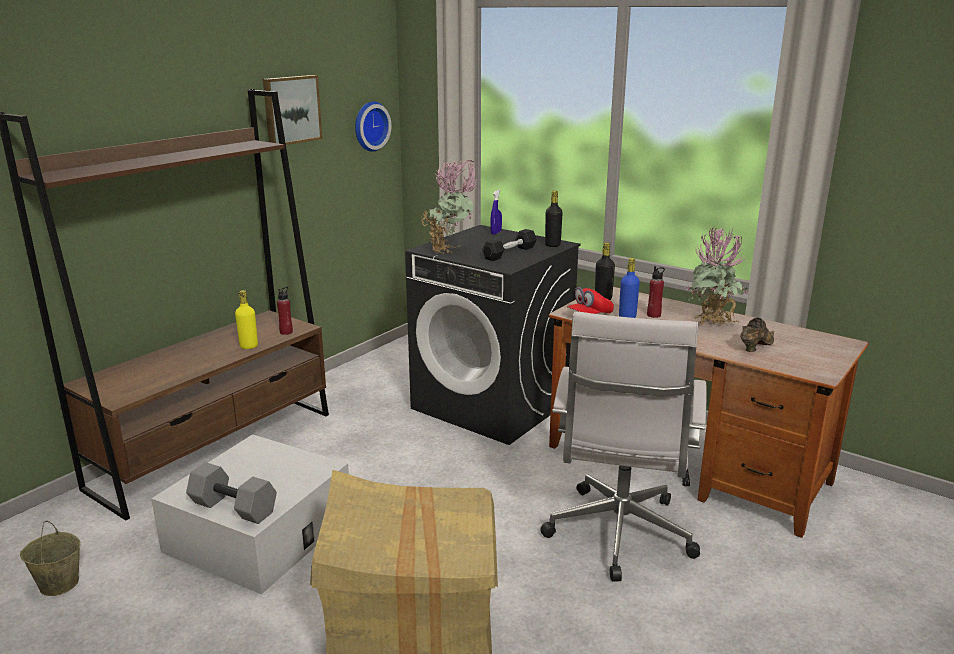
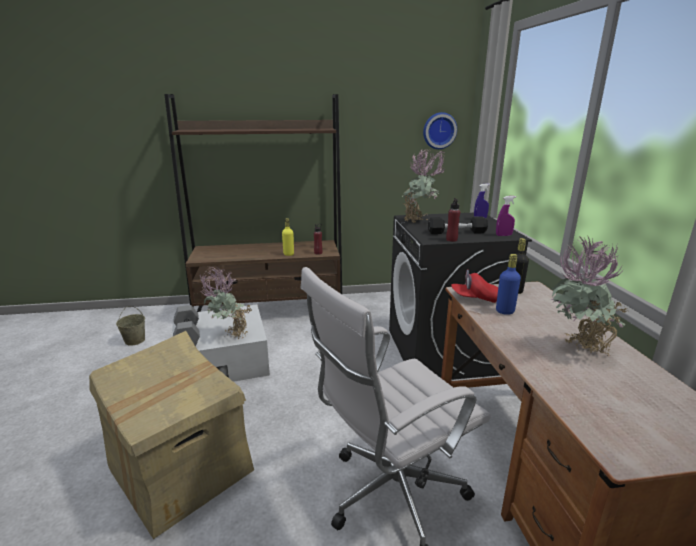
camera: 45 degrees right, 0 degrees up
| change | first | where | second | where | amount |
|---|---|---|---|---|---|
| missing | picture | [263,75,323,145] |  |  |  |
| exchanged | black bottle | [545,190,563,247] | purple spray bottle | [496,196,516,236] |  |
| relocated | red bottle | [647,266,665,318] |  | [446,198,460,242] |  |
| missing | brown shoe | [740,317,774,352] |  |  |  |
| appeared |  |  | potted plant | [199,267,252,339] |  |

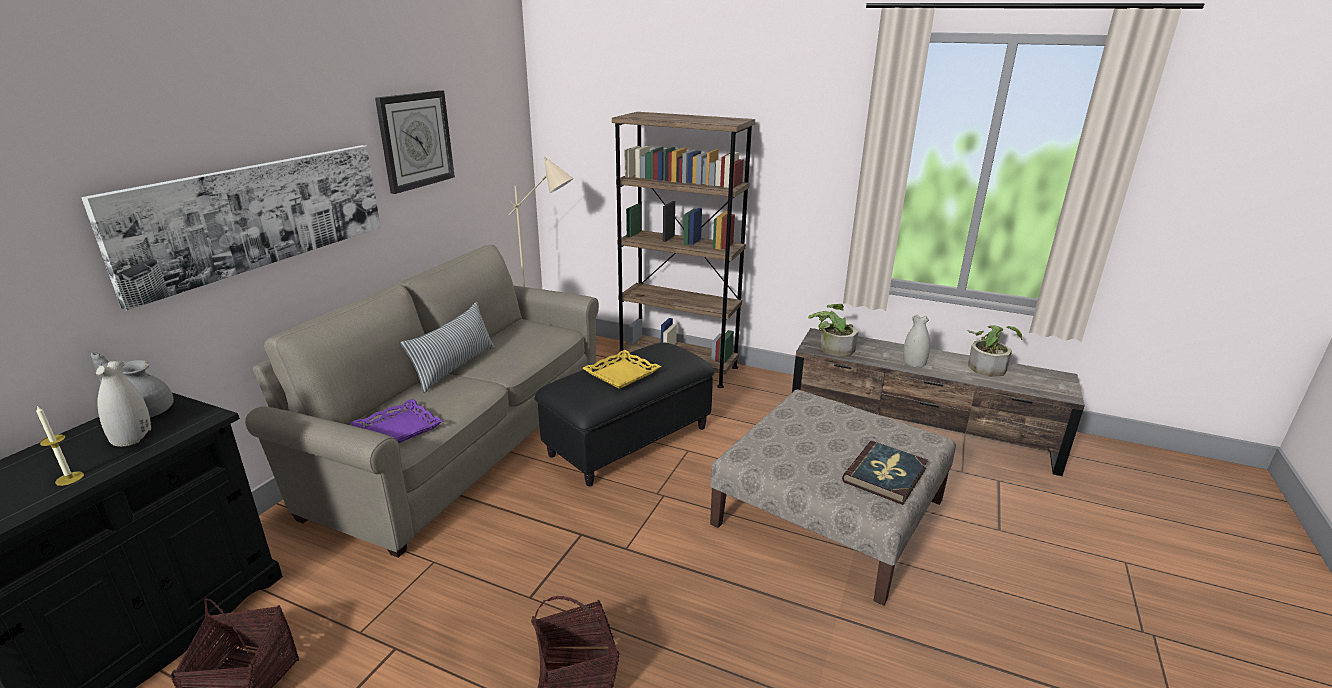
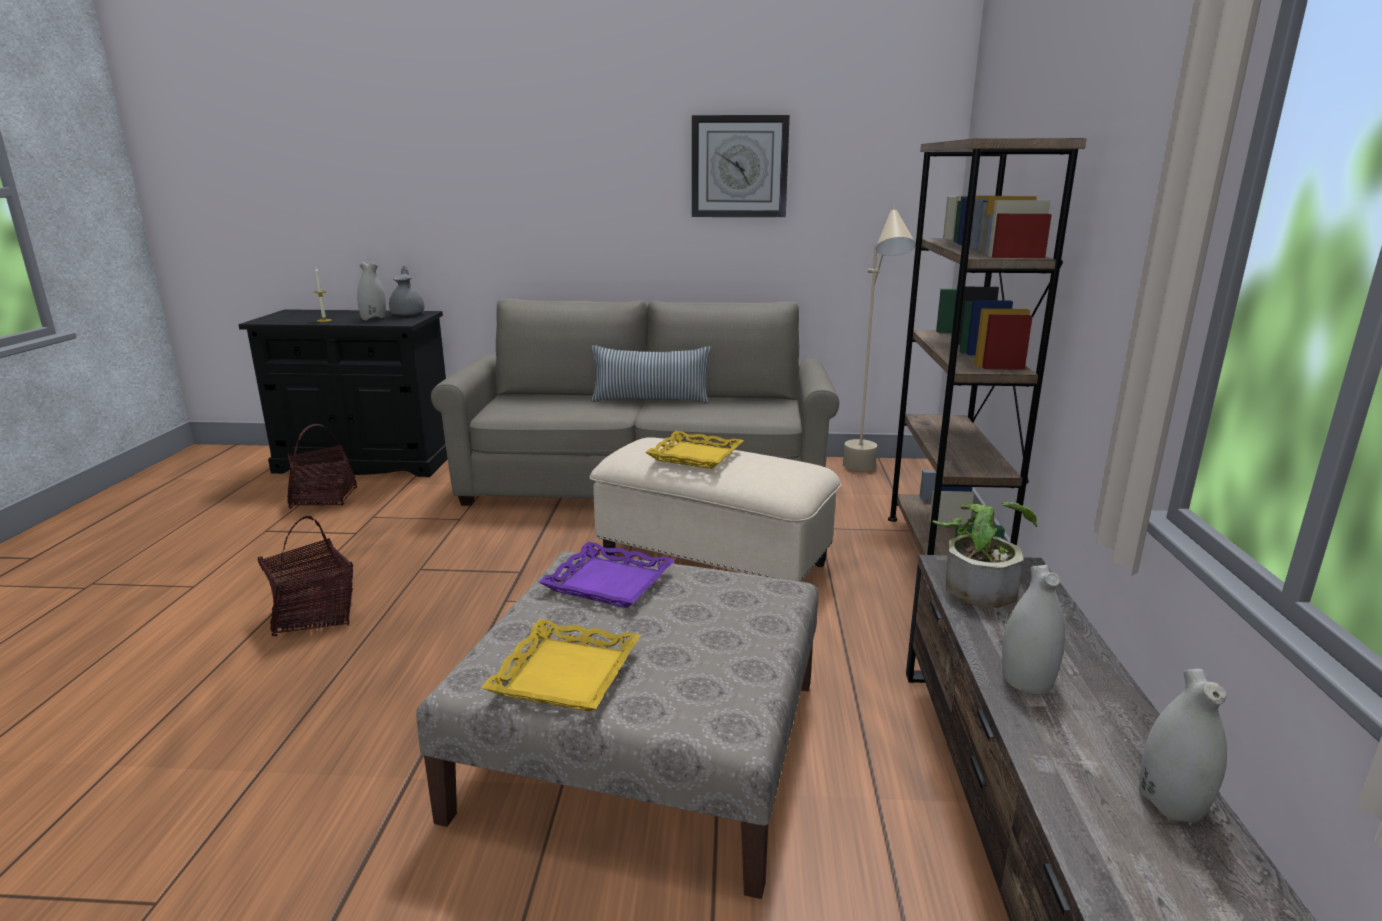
camera: 70 degrees right, 5 degrees down
| change | first | where | second | where | amount |
|---|---|---|---|---|---|
| missing | picture | [81,145,381,311] |  |  |  |
| relocated | purple tray | [350,399,443,443] |  | [538,542,675,608] |  |
| colour | black ottoman | [534,342,715,487] | beige ottoman | [589,437,841,582] |  |
| exchanged | book | [842,441,928,505] | yellow tray | [481,619,641,711] |  |
| exchanged | potted plant | [967,325,1022,377] | white vase | [1139,669,1227,822] |  |

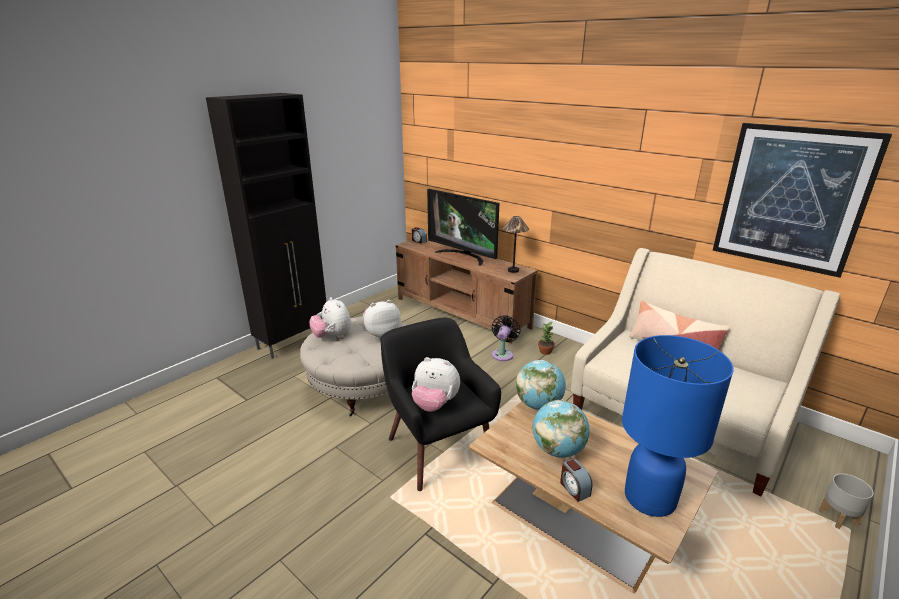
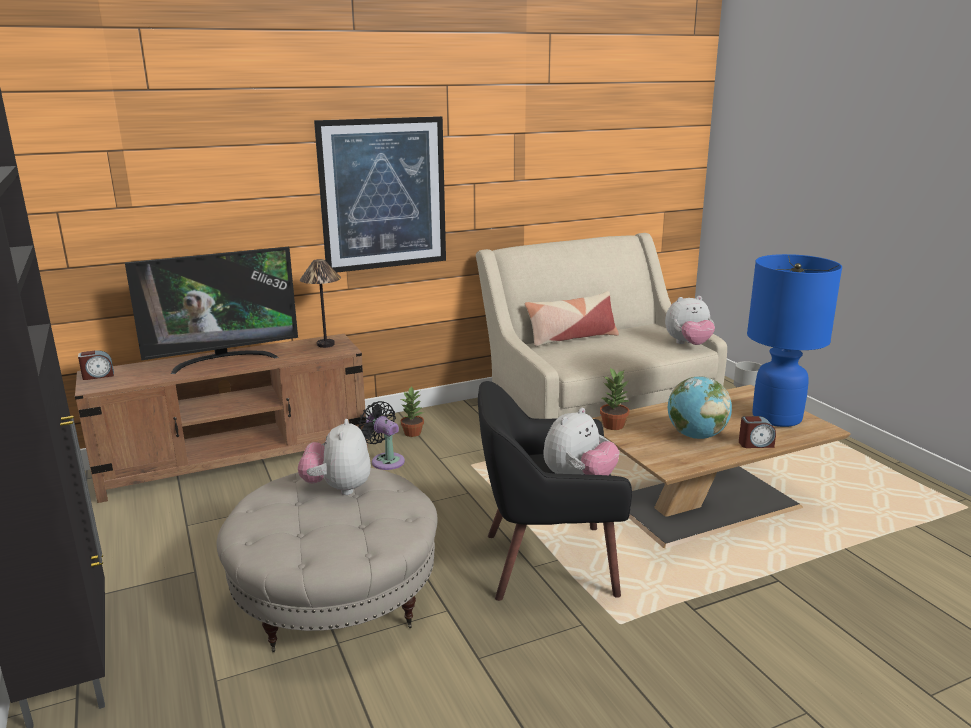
camera: 65 degrees left, 5 degrees down
| change | first | where | second | where | amount |
|---|---|---|---|---|---|
| relocated | plush toy | [310,297,351,338] |  | [665,296,715,345] |  |
| exchanged | globe | [516,360,566,410] | potted plant | [600,368,629,430] |  |
| relocated | picture | [713,123,892,278] |  | [314,116,446,272] |  |

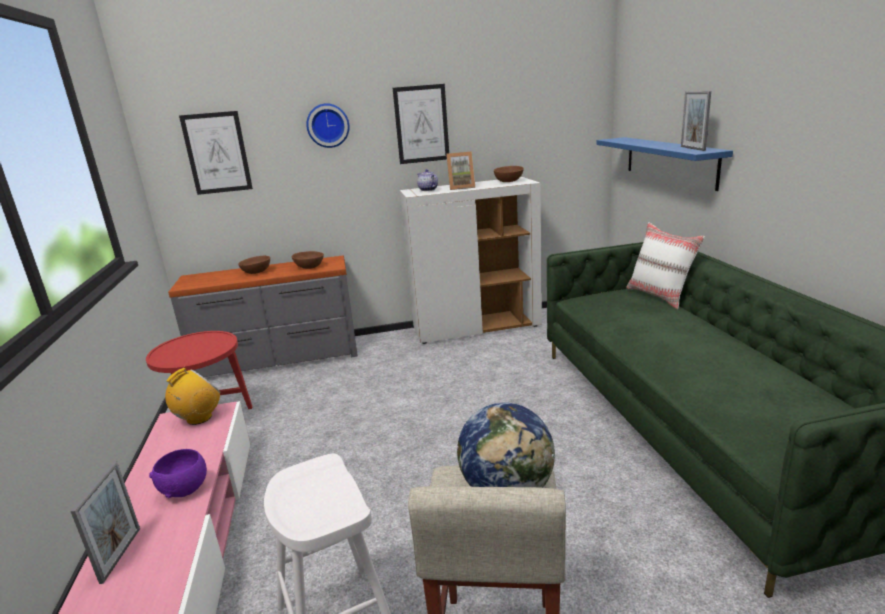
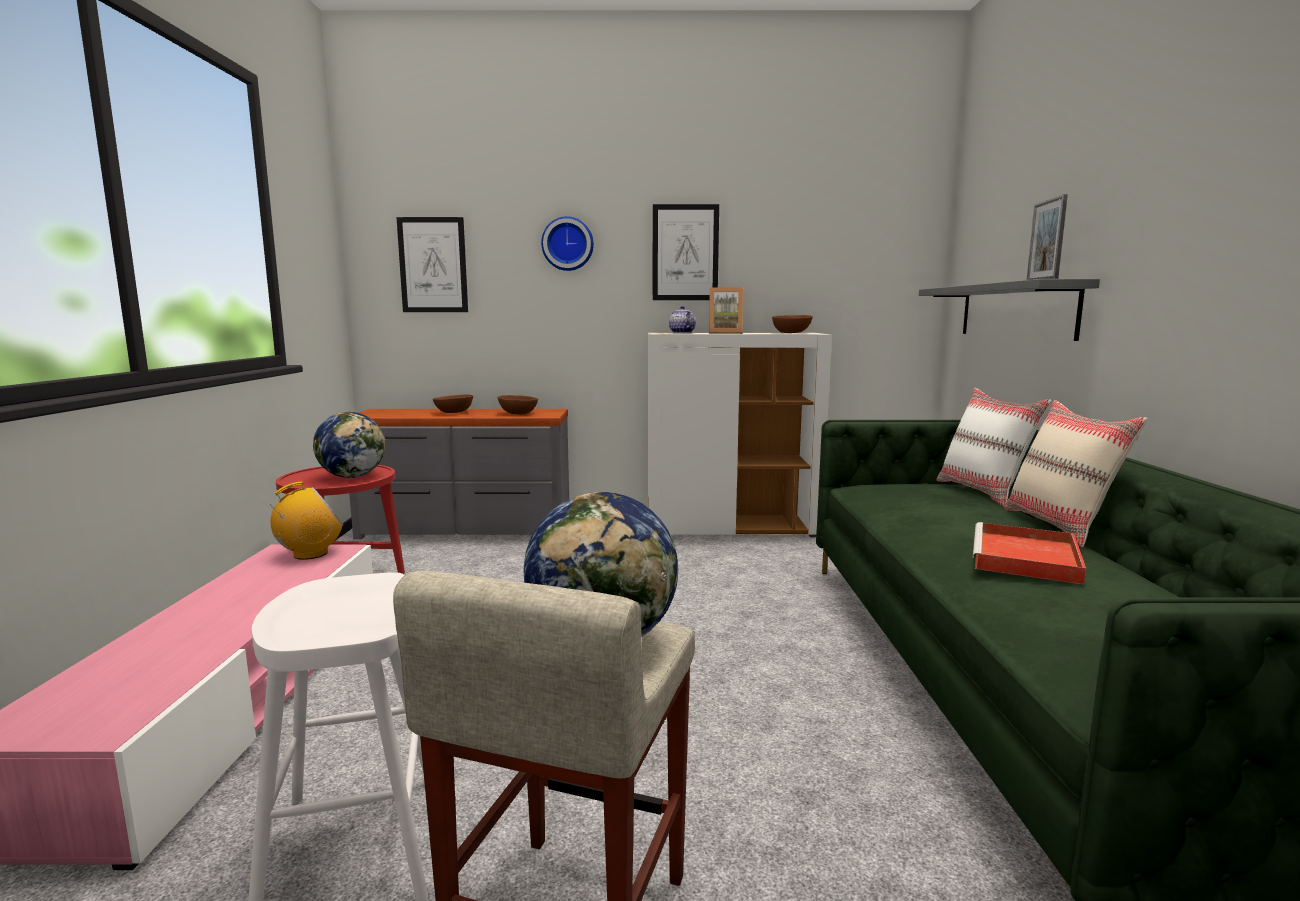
camera: 10 degrees right, 10 degrees down
| change | first | where | second | where | amount |
|---|---|---|---|---|---|
| missing | picture frame | [70,462,140,584] |  |  |  |
| missing | purple bowl | [149,449,207,498] |  |  |  |
| colour | blue shelf | [596,137,733,191] | grey shelf | [919,279,1100,341] |  |
| appeared |  |  | globe | [313,412,385,478] |  |
| appeared |  |  | red tray | [973,522,1086,585] |  |
| appeared |  |  | beige pillow | [1004,400,1147,547] |  |

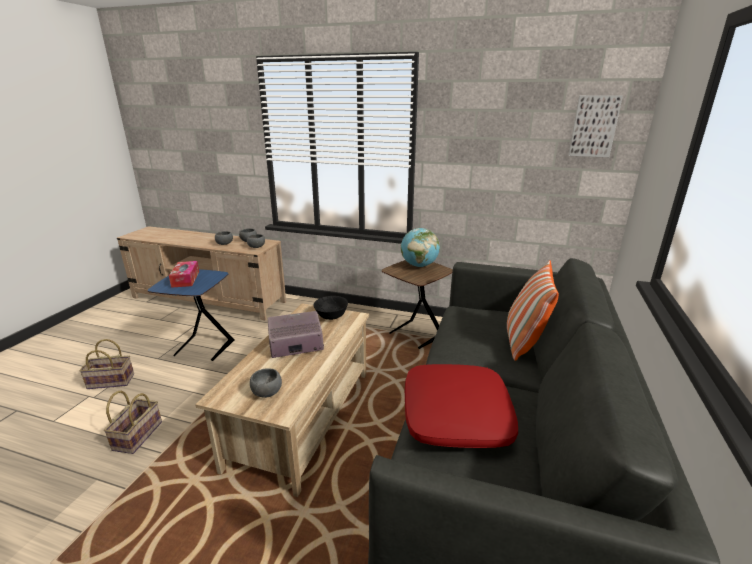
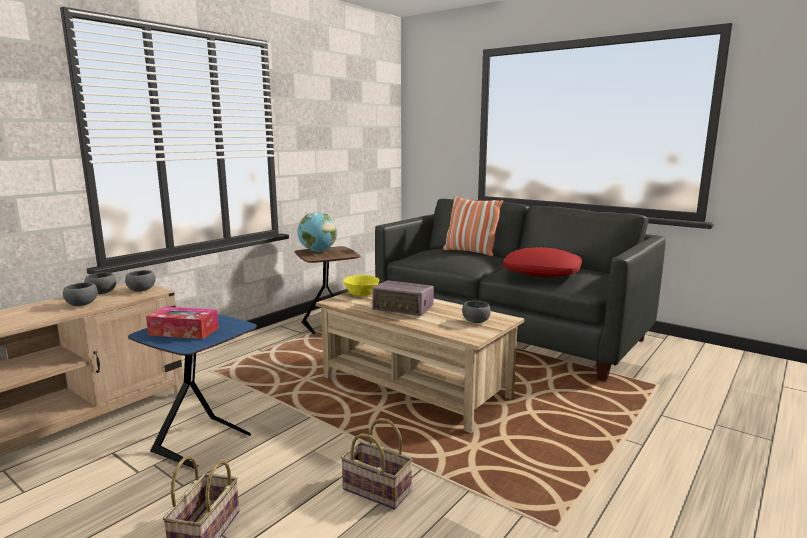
camera: 70 degrees left, 10 degrees down
| change | first | where | second | where | amount |
|---|---|---|---|---|---|
| spun | radio | [268,311,324,358] |  | [372,280,434,316] | 75 degrees counterclockwise |
| colour | black bowl | [313,296,348,320] | yellow bowl | [343,275,380,296] |  |
| missing | picture | [569,95,623,157] |  |  |  |

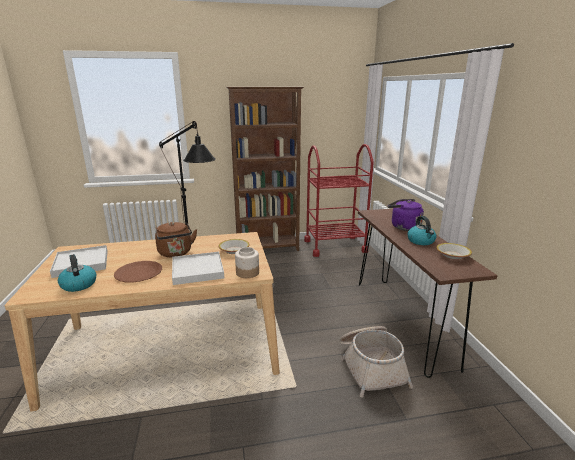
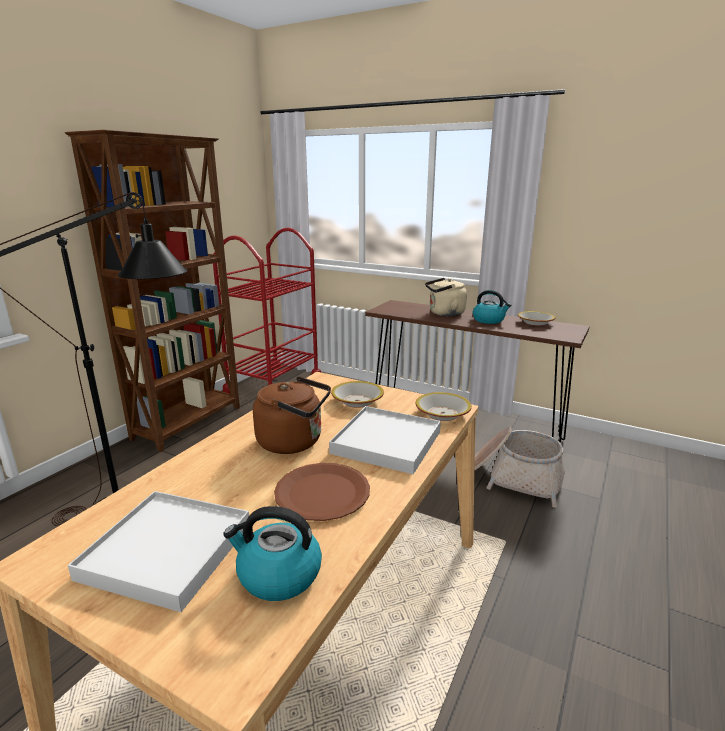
camera: 50 degrees left, 0 degrees up
| change | first | where | second | where | amount |
|---|---|---|---|---|---|
| exchanged | jar | [235,247,259,278] | bowl | [416,392,472,421] |  |
| colour | purple kettle | [388,199,424,231] | beige kettle | [425,278,467,316] |  |

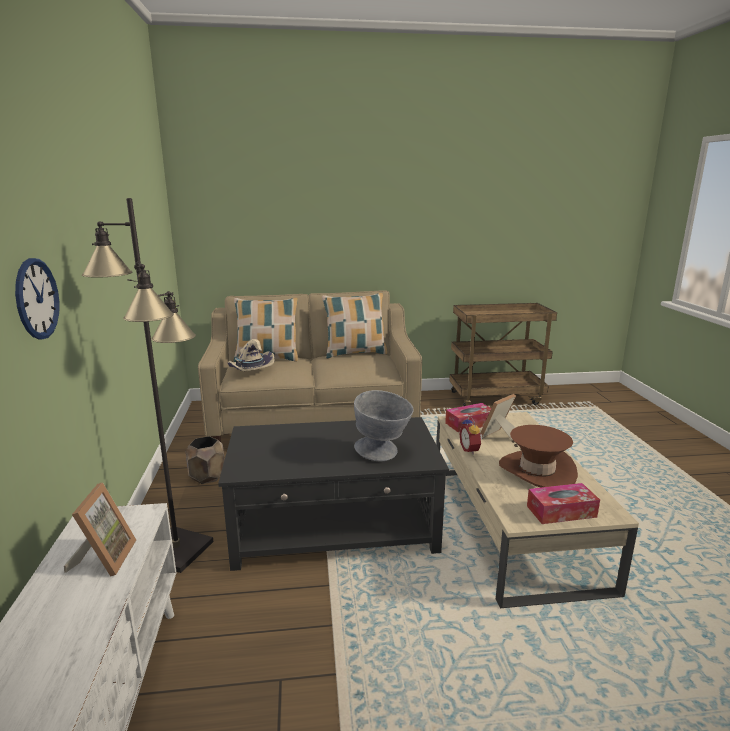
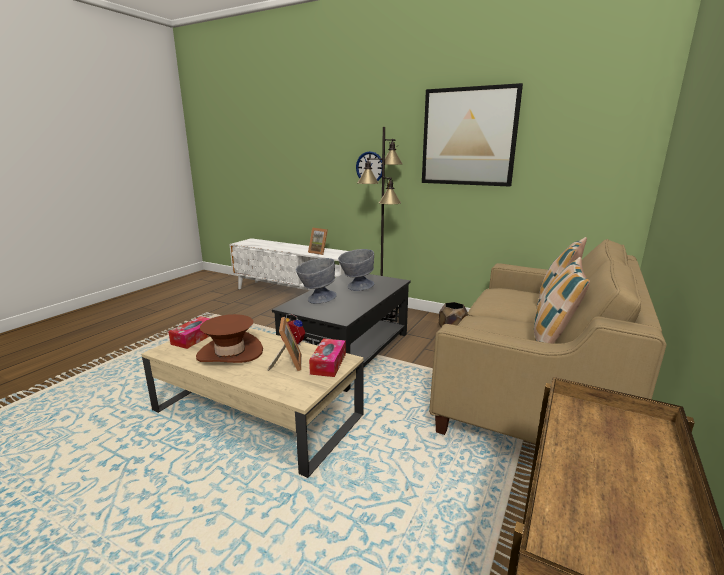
camera: 125 degrees right, 0 degrees up
| change | first | where | second | where | amount |
|---|---|---|---|---|---|
| missing | beige hat | [228,339,274,371] |  |  |  |
| appeared |  |  | grey bowl | [338,249,374,291] |  |
| appeared |  |  | picture | [422,83,523,187] |  |

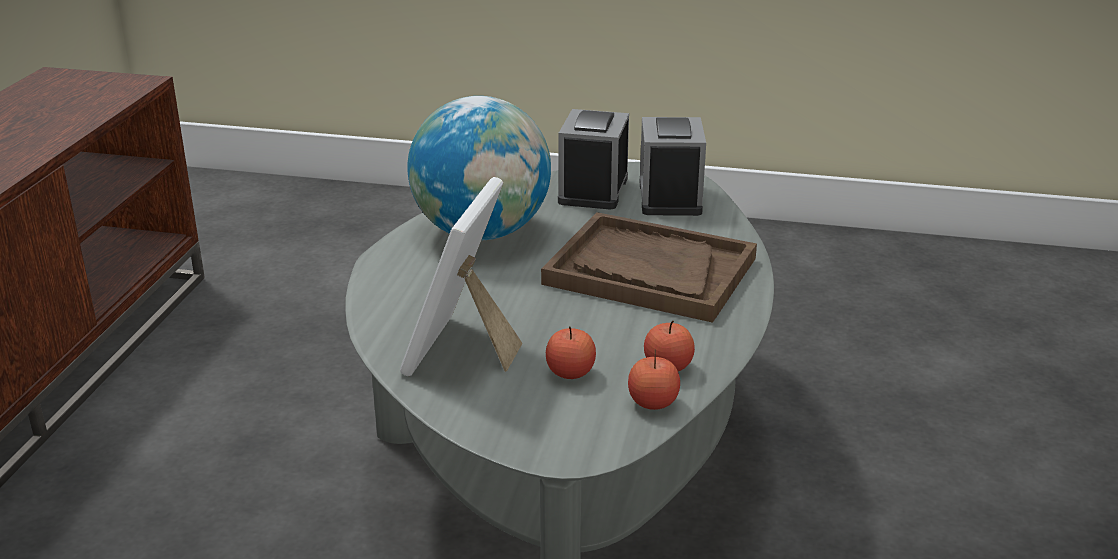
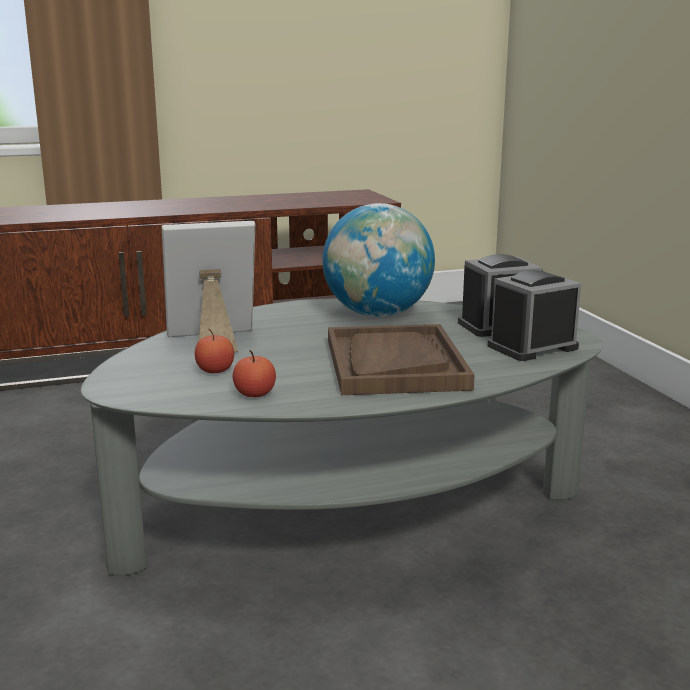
camera: 60 degrees right, 10 degrees down
| change | first | where | second | where | amount |
|---|---|---|---|---|---|
| missing | apple | [628,349,680,410] |  |  |  |

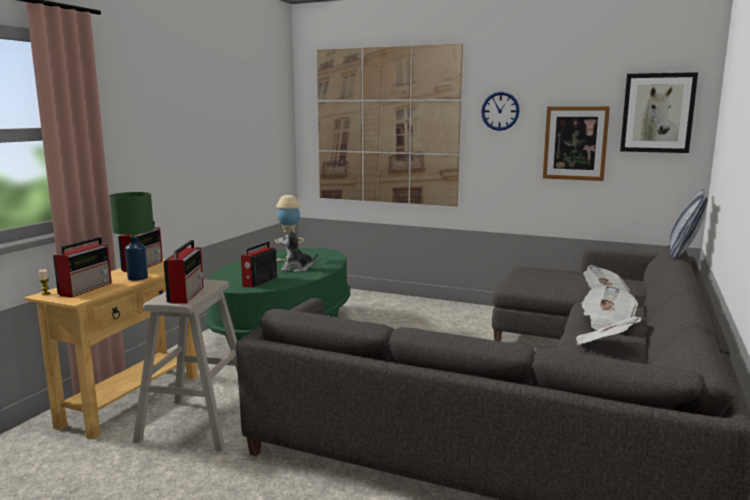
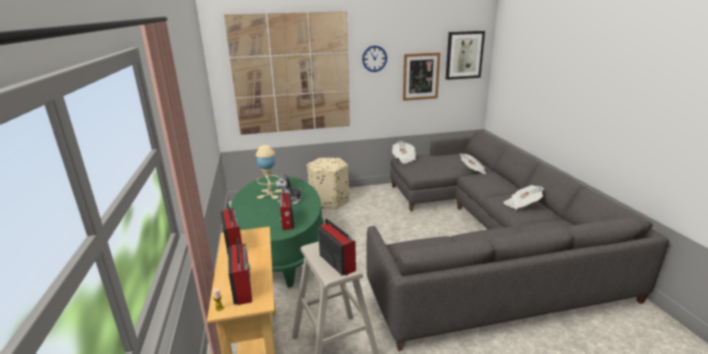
camera: 35 degrees left, 10 degrees up
| change | first | where | second | where | amount |
|---|---|---|---|---|---|
| missing | green table lamp | [109,192,154,281] |  |  |  |
| relocated | newspaper | [581,285,638,330] |  | [392,141,416,164] |  |
| missing | pillow | [670,190,708,258] |  |  |  |
| appeared |  |  | beige ottoman | [307,158,349,210] |  |

